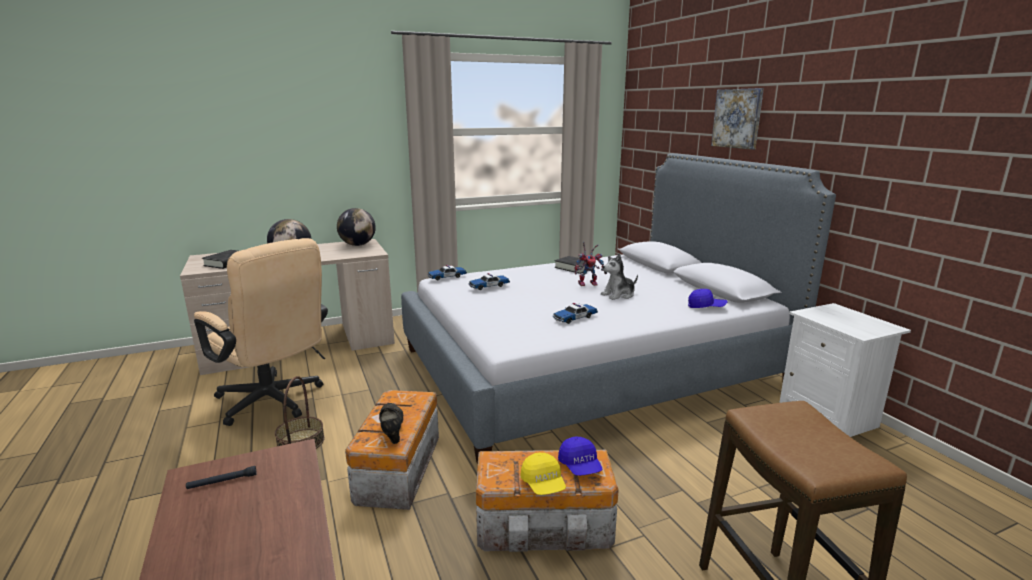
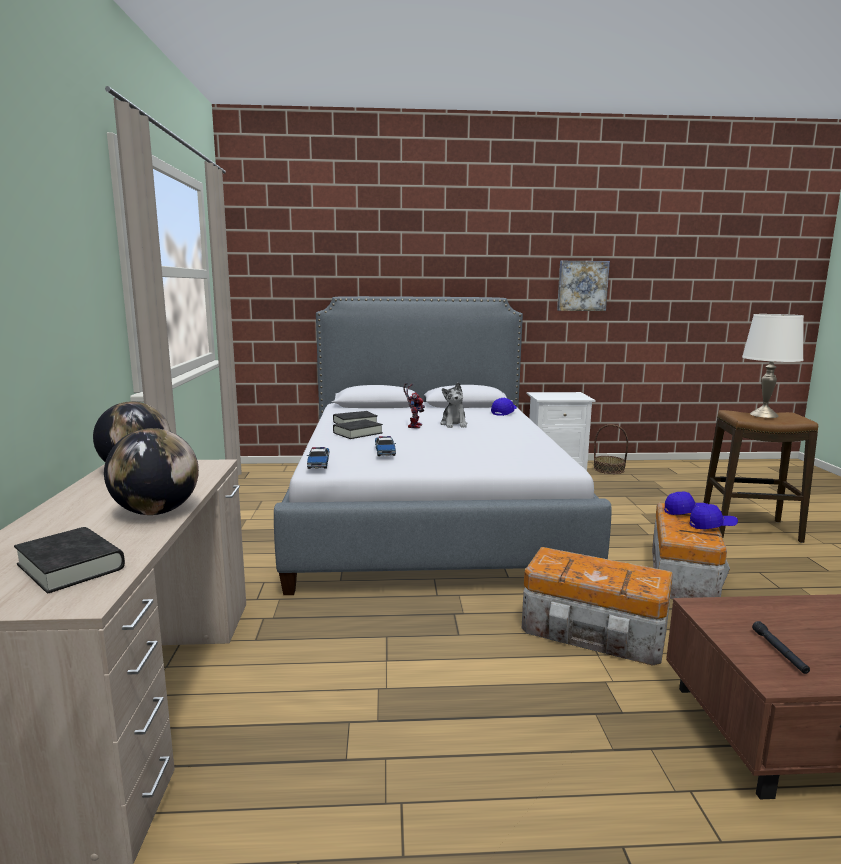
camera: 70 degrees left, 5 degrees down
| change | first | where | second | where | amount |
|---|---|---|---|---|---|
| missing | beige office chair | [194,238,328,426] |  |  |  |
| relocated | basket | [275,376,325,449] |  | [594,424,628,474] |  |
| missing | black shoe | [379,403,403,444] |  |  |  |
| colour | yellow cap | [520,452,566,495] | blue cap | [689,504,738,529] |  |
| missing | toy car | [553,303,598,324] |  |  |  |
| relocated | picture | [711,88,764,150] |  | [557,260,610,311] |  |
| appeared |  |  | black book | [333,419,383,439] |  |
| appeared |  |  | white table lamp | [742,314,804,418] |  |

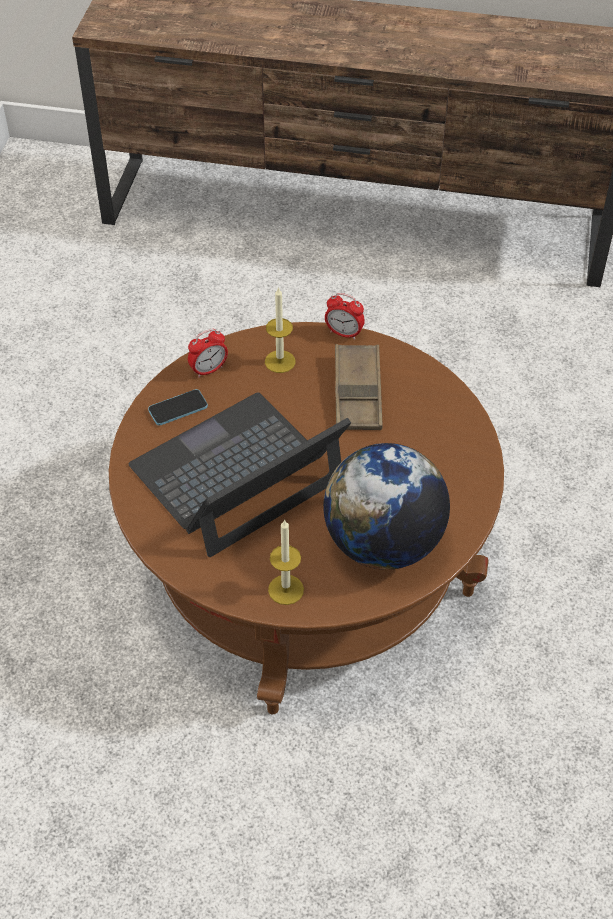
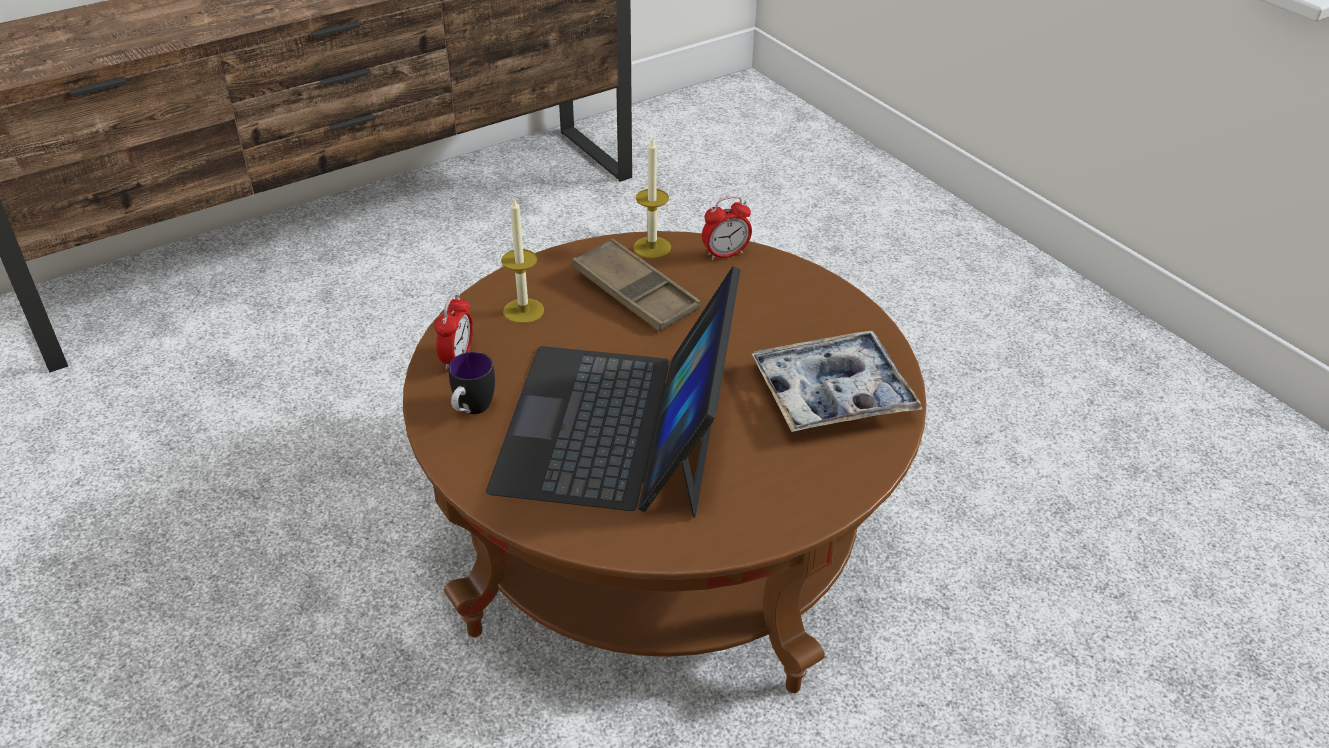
camera: 45 degrees left, 10 degrees down
| change | first | where | second | where | amount |
|---|---|---|---|---|---|
| exchanged | phone | [148,389,208,426] | mug | [448,352,495,414] |  |
| relocated | candle | [268,519,304,605] |  | [633,137,671,259] |  |
| exchanged | globe | [323,443,450,570] | tray | [752,331,923,432] |  |
| relocated | alarm clock | [325,293,365,340] |  | [702,196,752,260] |  |

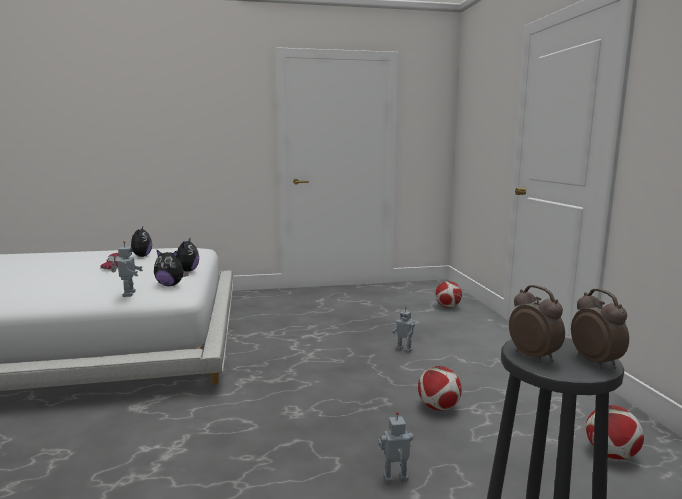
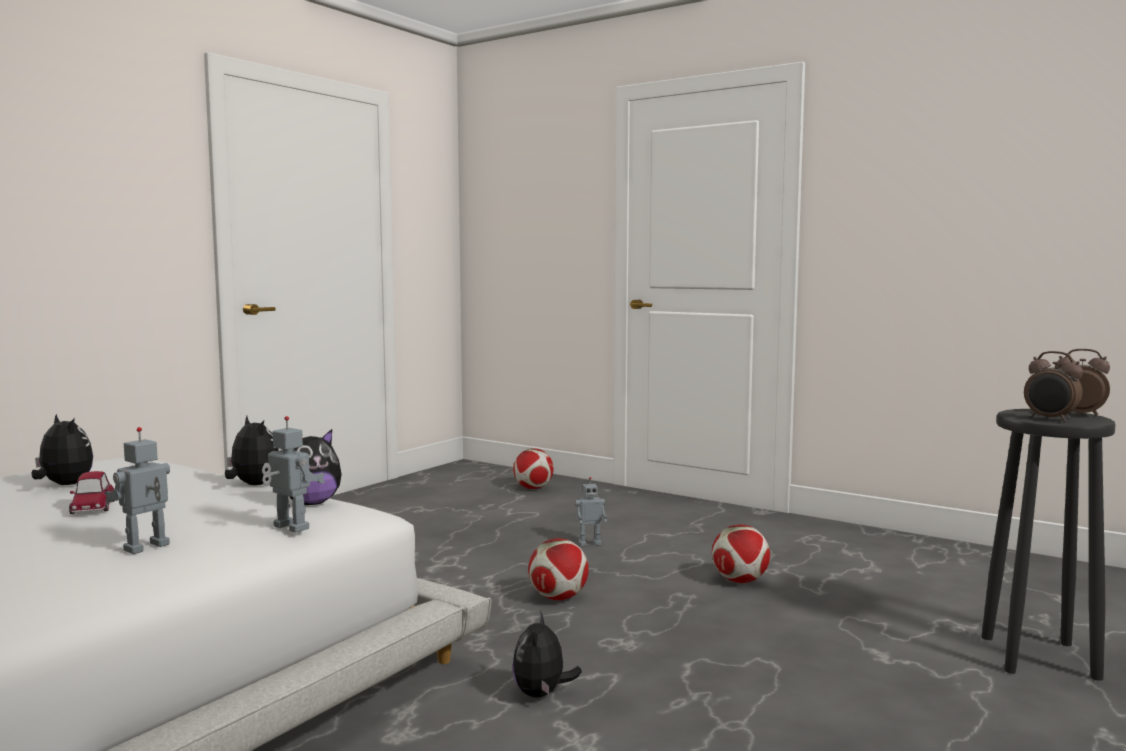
camera: 45 degrees left, 5 degrees down
| change | first | where | second | where | amount |
|---|---|---|---|---|---|
| relocated | toy robot | [378,412,413,484] |  | [105,427,170,554] |  |
| spun | alarm clock | [509,285,565,363] |  | [1024,351,1083,422] | 150 degrees counterclockwise |
| relocated | football | [586,405,644,459] |  | [528,538,589,600] |  |
| appeared |  |  | plush toy | [512,612,582,698] |  |

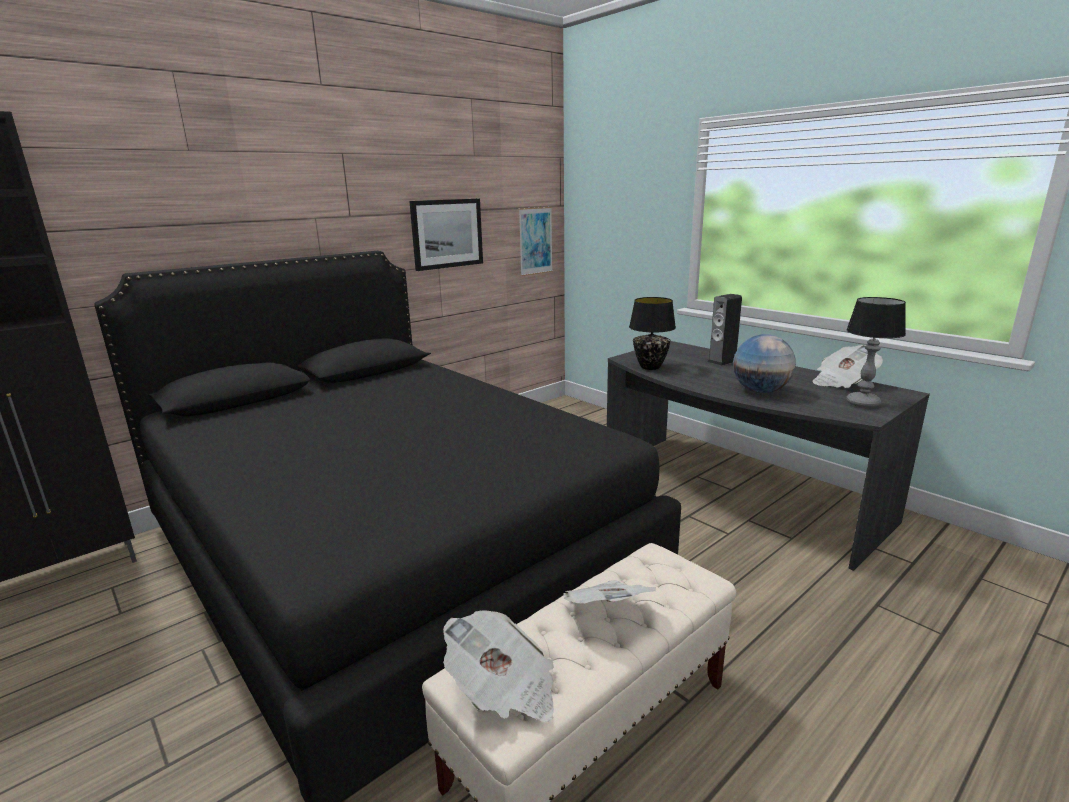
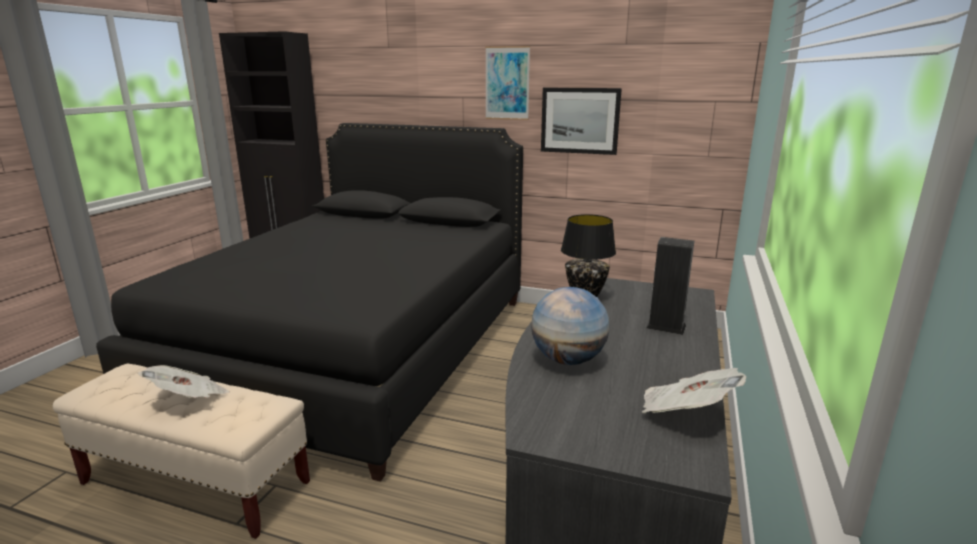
camera: 60 degrees right, 0 degrees up
| change | first | where | second | where | amount |
|---|---|---|---|---|---|
| missing | newspaper | [443,610,554,722] |  |  |  |
| relocated | picture | [519,207,553,276] |  | [485,46,530,120] |  |
| missing | table lamp | [846,297,906,408] |  |  |  |

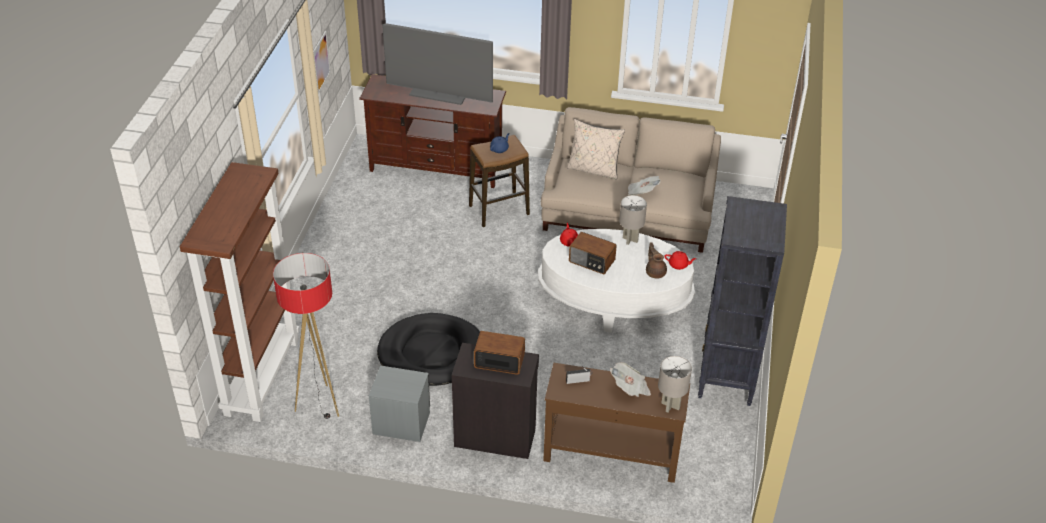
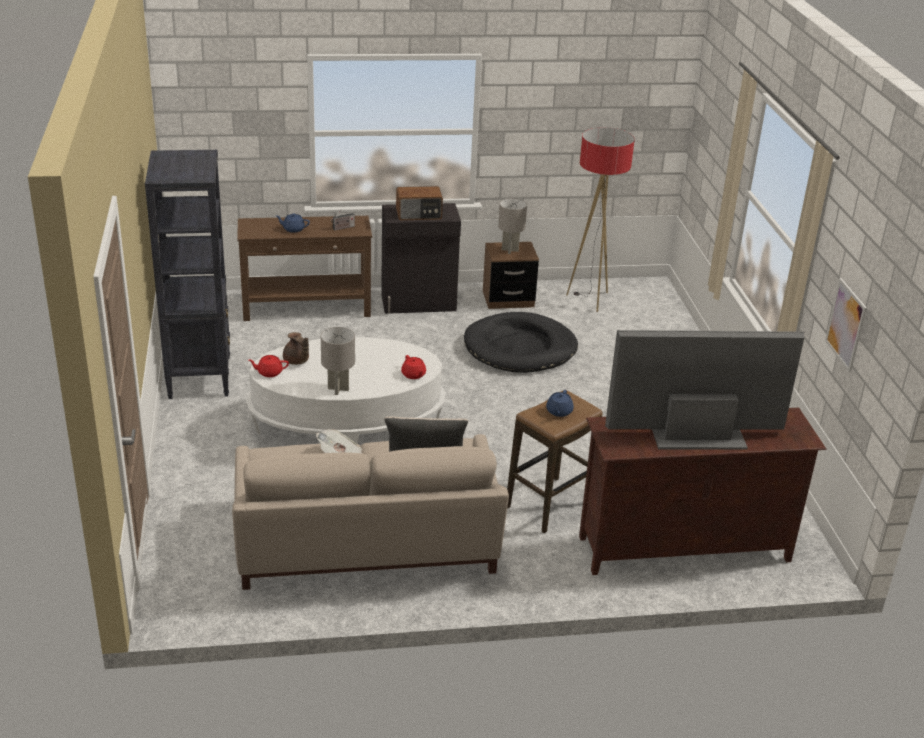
camera: 160 degrees right, 10 degrees down
| change | first | where | second | where | amount |
|---|---|---|---|---|---|
| missing | brown bookcase | [180,162,300,422] |  |  |  |
| colour | grey nightstand | [369,365,430,442] | brown nightstand | [483,242,539,309] |  |
| missing | radio | [569,232,617,274] |  |  |  |
| exchanged | newspaper | [610,362,651,397] | blue teapot | [276,214,310,233] |  |
| relocated | grey table lamp | [658,356,692,413] |  | [498,198,527,254] |  |

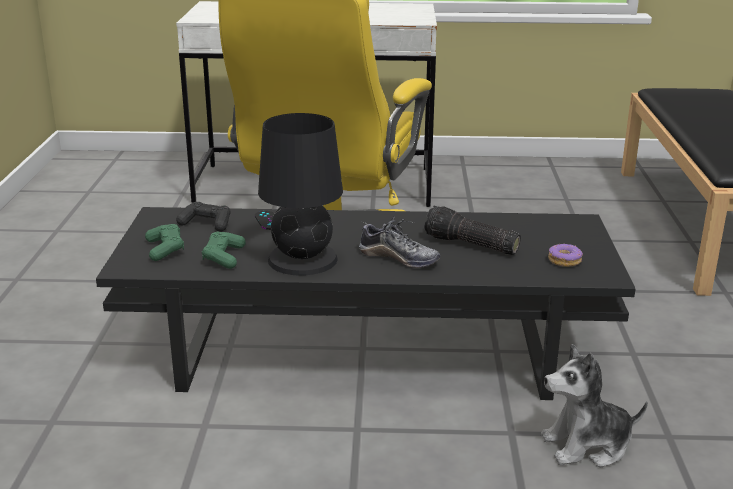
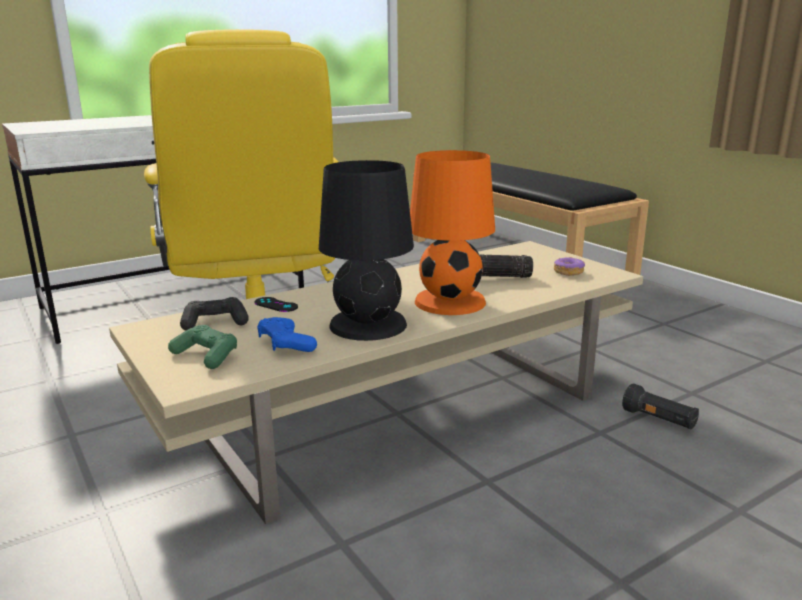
camera: 35 degrees left, 5 degrees down
| change | first | where | second | where | amount |
|---|---|---|---|---|---|
| colour | black coffee table | [96,207,636,400] | beige coffee table | [109,241,643,524] |  |
| colour | green game controller | [202,232,246,269] | blue game controller | [257,317,317,352] |  |
| exchanged | shoe | [359,216,440,268] | orange table lamp | [410,150,495,315] |  |
| exchanged | plush toy | [541,344,648,468] | black flashlight | [622,383,699,430] |  |

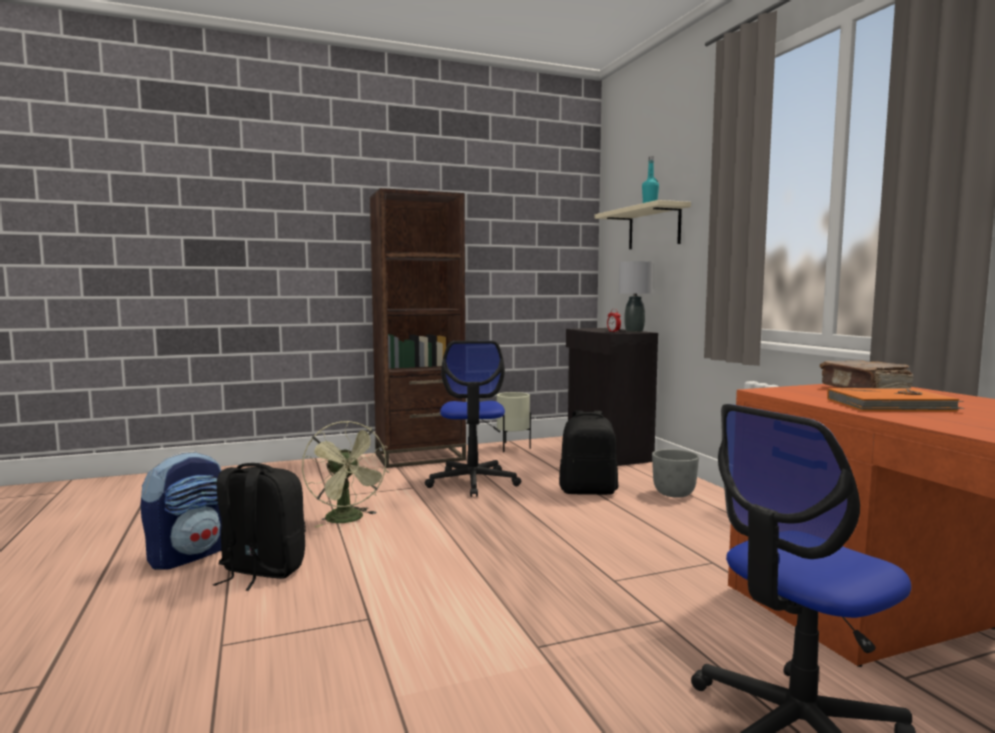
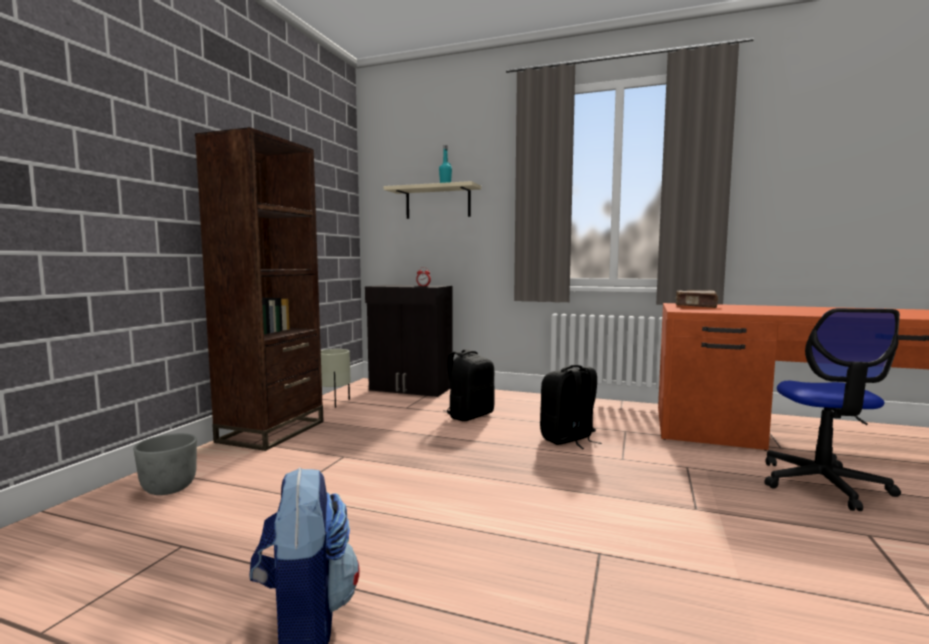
camera: 50 degrees left, 0 degrees up
| change | first | where | second | where | amount |
|---|---|---|---|---|---|
| relocated | black backpack | [213,463,306,591] |  | [540,365,602,449] |  |
| missing | green fan | [302,421,389,528] |  |  |  |
| missing | office chair | [425,341,521,497] |  |  |  |
| missing | grey table lamp | [619,261,653,332] |  |  |  |
| relocated | grey planter | [652,449,699,498] |  | [133,433,197,495] |  |
| missing | orange book | [827,388,964,411] |  |  |  |

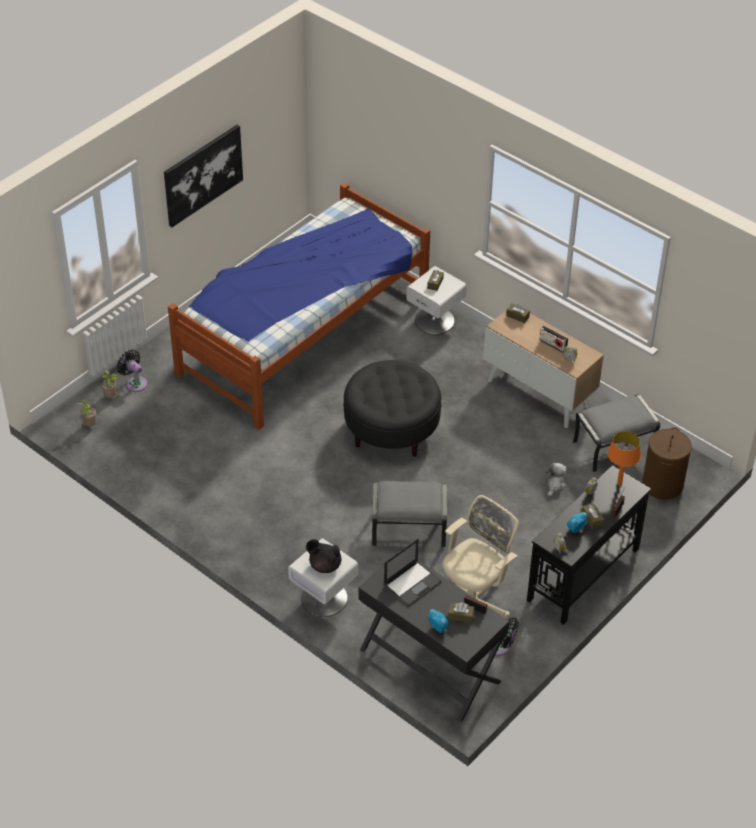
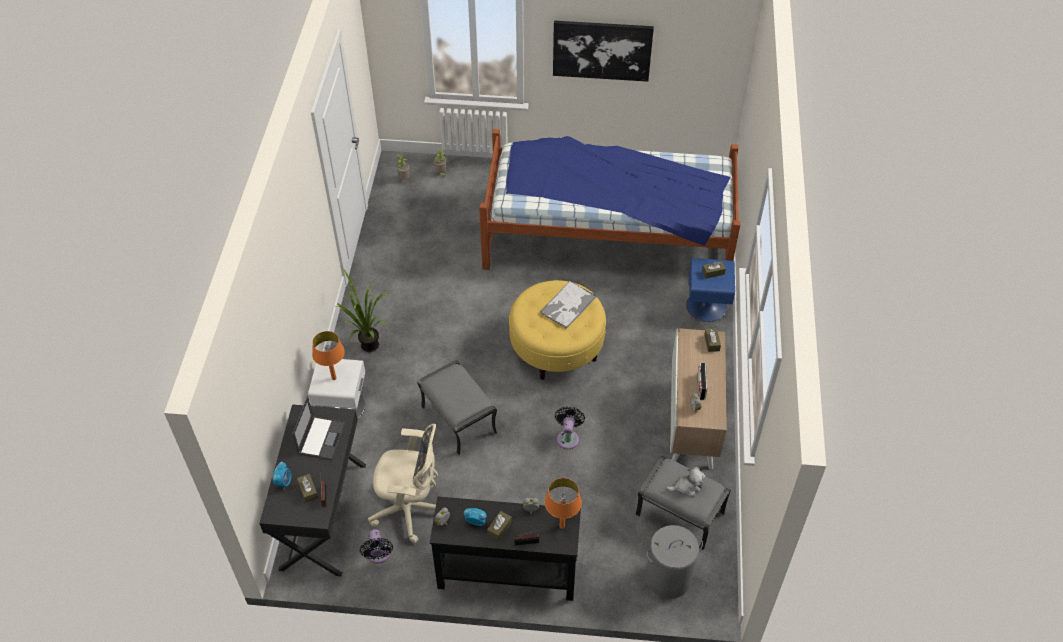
camera: 55 degrees right, 5 degrees up
| change | first | where | second | where | amount |
|---|---|---|---|---|---|
| relocated | black fan | [117,350,147,392] |  | [555,406,585,449] |  |
| exchanged | black teapot | [306,539,341,573] | orange table lamp | [312,331,345,380] |  |
| colour | black ottoman | [343,360,442,457] | yellow ottoman | [509,280,606,380] |  |
| spun | laptop | [384,539,442,607] |  | [292,396,346,460] | 90 degrees counterclockwise |
| colour | white nightstand | [406,266,467,334] | blue nightstand | [686,258,735,322] |  |
| relocated | plush toy | [545,463,567,497] |  | [666,467,706,497] |  |
| colour | brown laundry basket | [642,428,692,500] | grey laundry basket | [646,525,703,599] |  |
| appeared |  |  | potted plant | [335,267,390,352] |  |
| appeared |  |  | tray | [540,281,597,329] |  |

